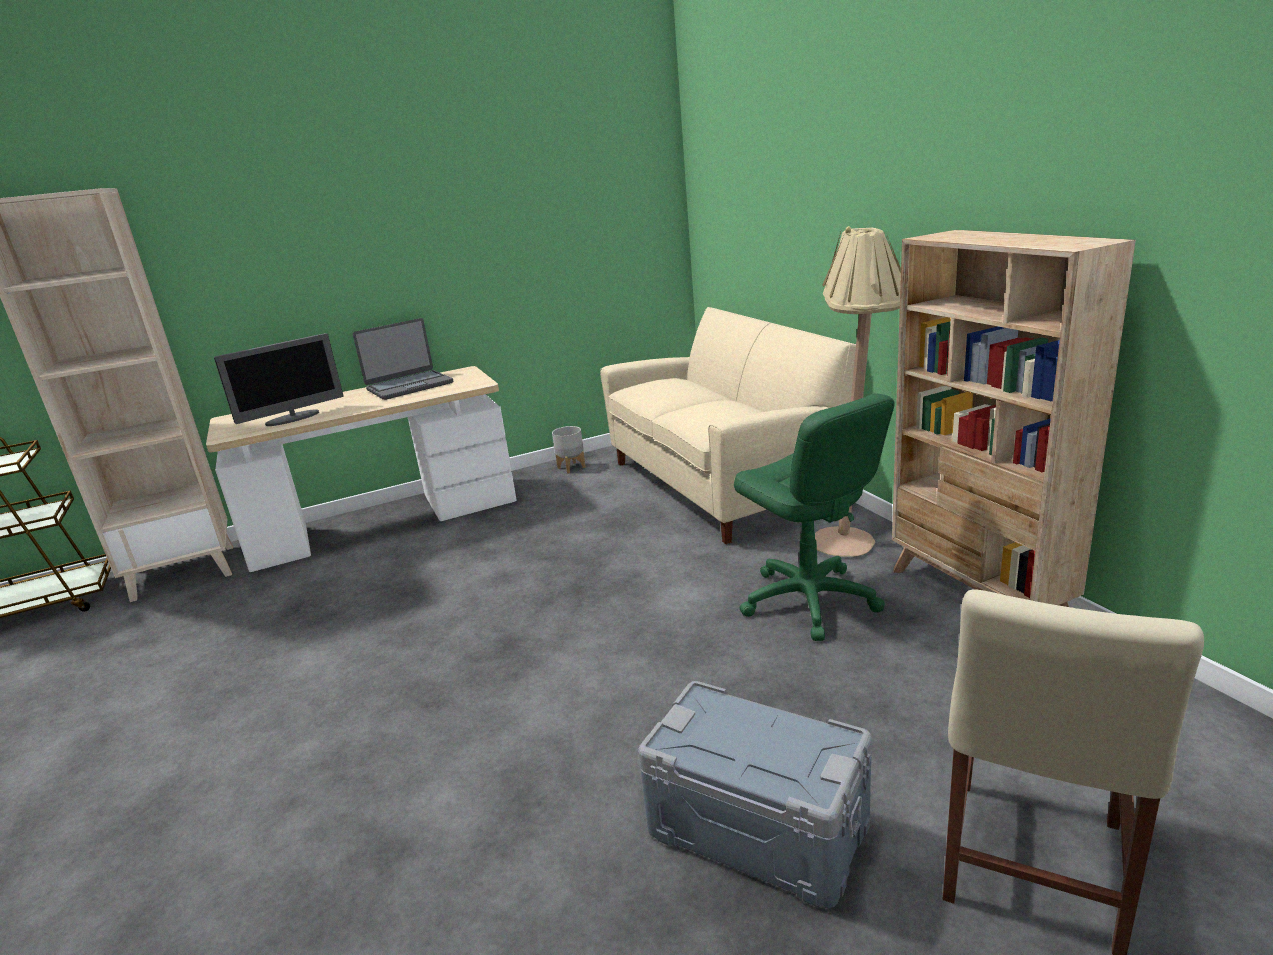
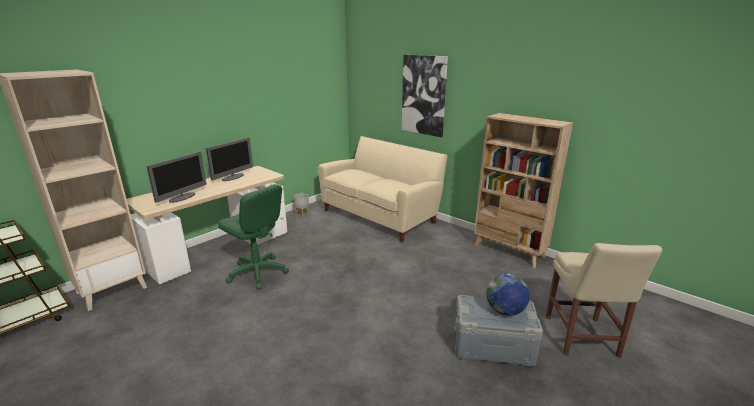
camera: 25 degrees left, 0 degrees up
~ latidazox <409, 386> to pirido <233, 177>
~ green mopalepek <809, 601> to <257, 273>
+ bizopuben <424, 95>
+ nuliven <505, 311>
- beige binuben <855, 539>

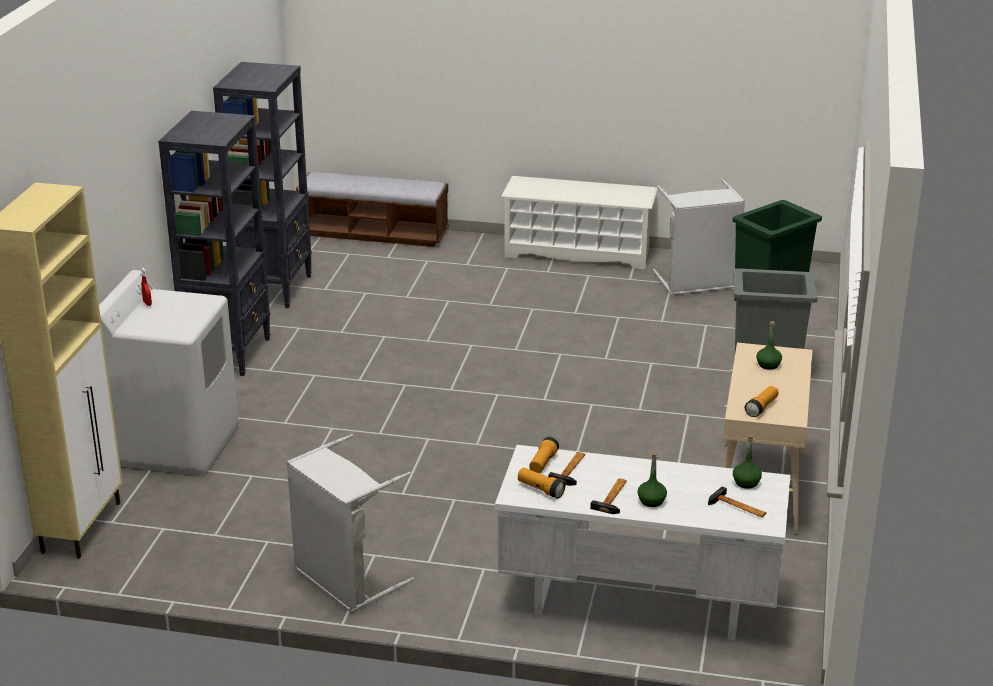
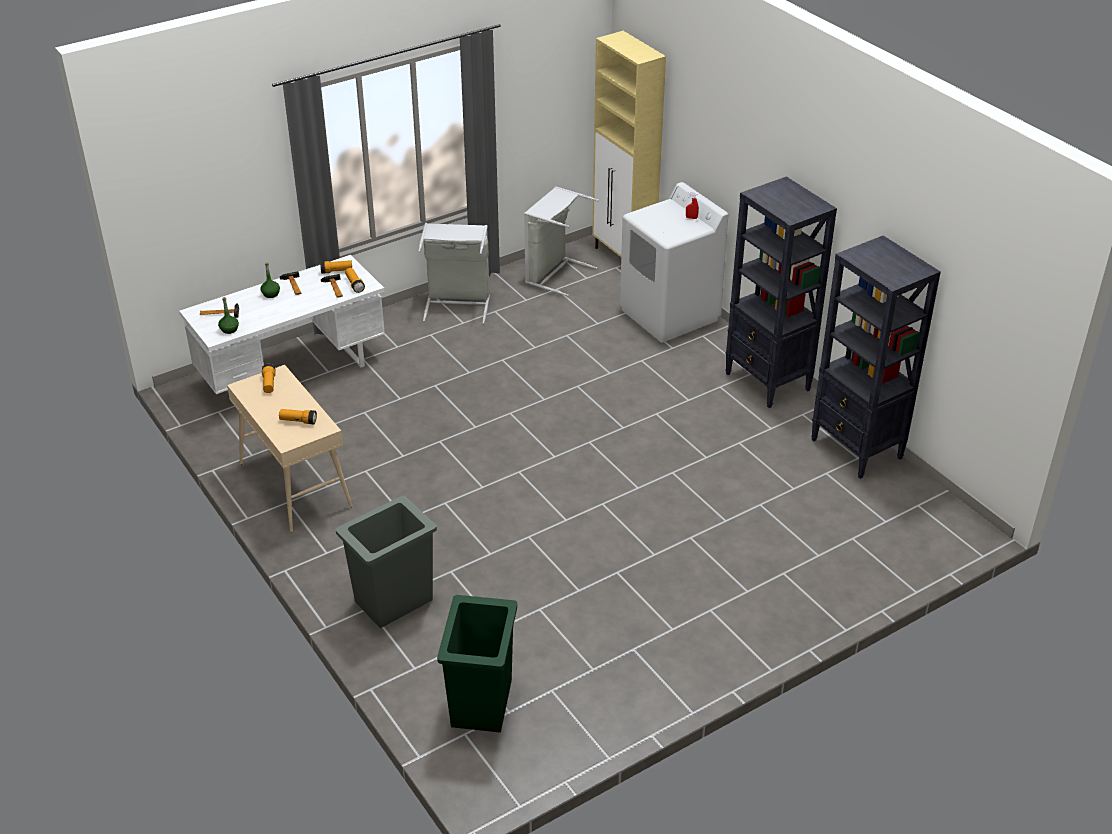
camera: 135 degrees right, 10 degrees up
~ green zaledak <768, 365> to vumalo <298, 421>
~ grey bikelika <697, 284> to <554, 274>
- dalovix <374, 234>
- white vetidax <578, 253>

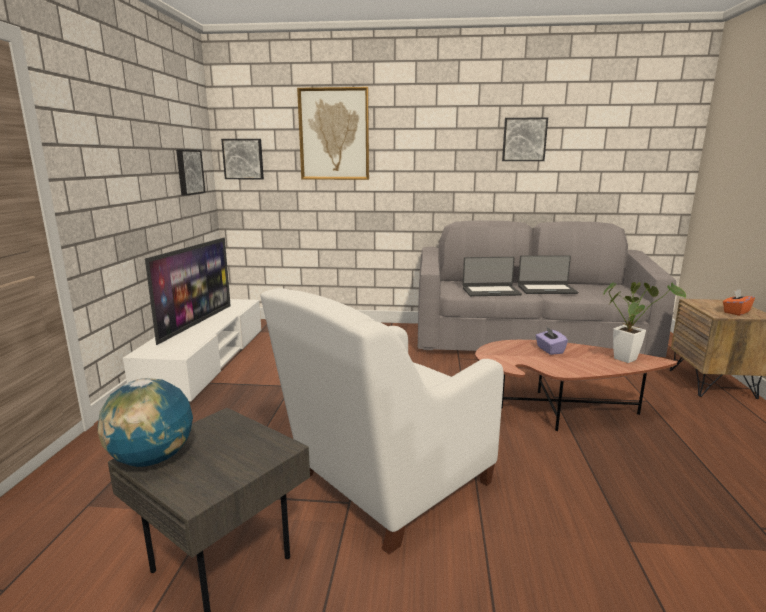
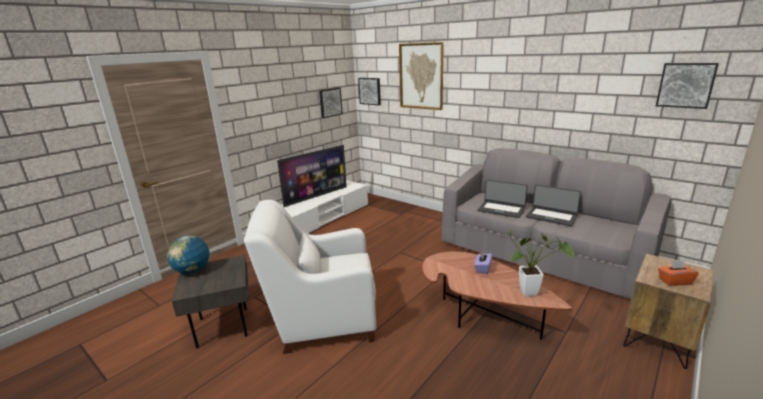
camera: 35 degrees right, 5 degrees up
~ bizopuben <524, 139> to <685, 85>

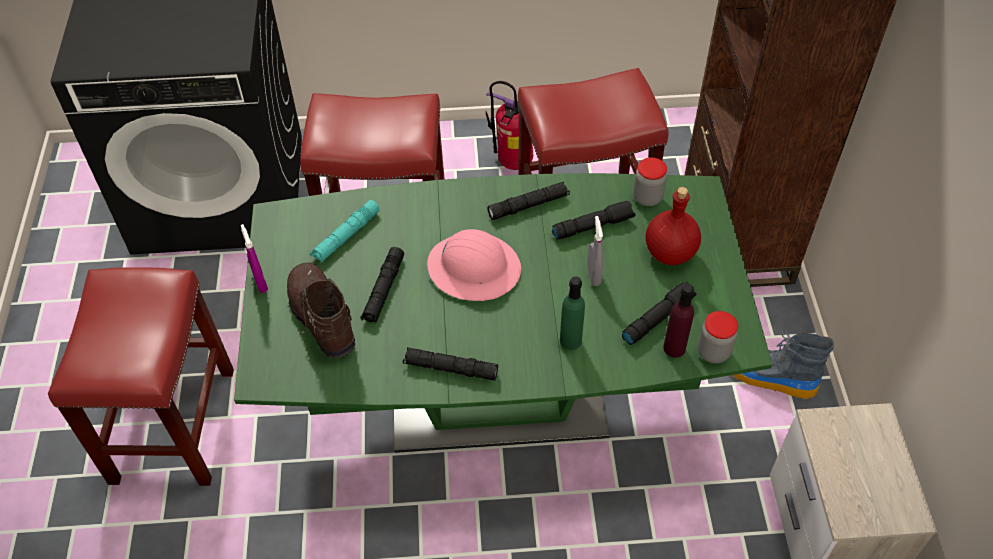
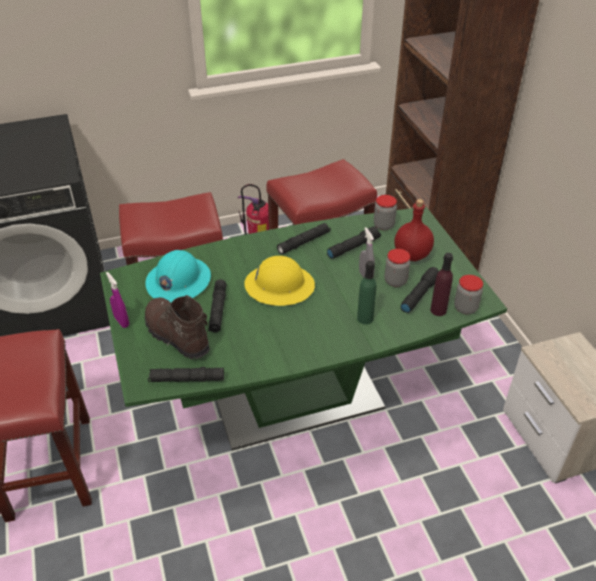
camera: 15 degrees left, 10 degrees down
~ turquoise vumalo <346, 236> to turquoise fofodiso <178, 281>
~ black vumalo <450, 368> to <187, 379>
~ pink fofodiso <474, 268> to yellow fofodiso <279, 286>
+ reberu <395, 281>
- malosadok <768, 377>

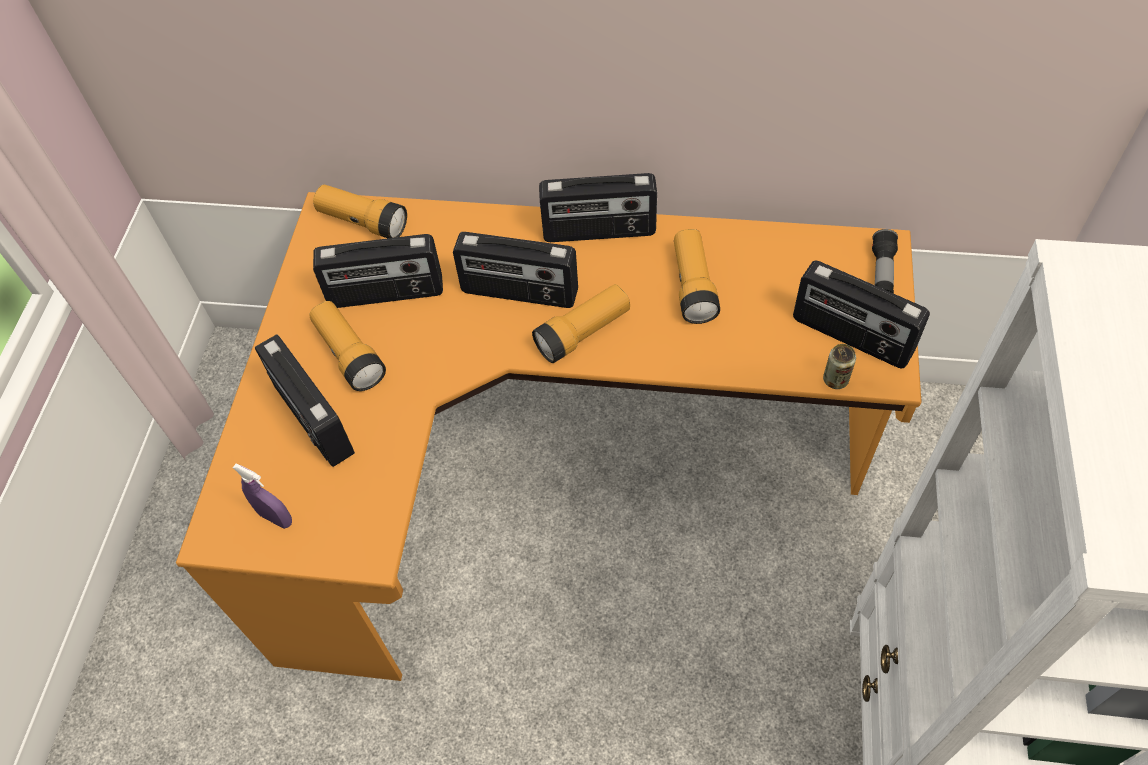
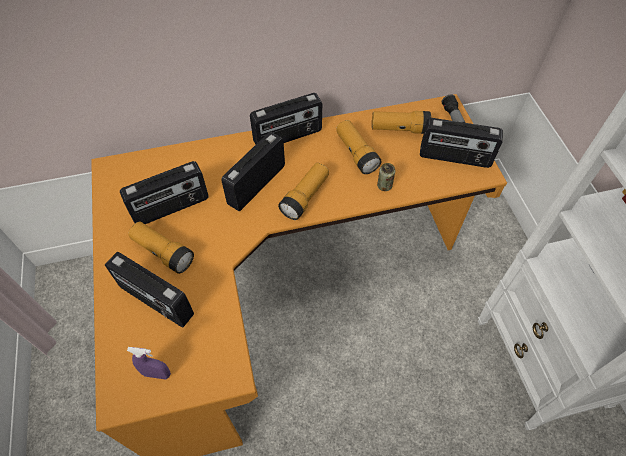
camera: 25 degrees left, 0 degrees up
~ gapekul <519, 293> = <256, 184> 135 degrees clockwise
~ vumalo <363, 222> to <399, 129>
~ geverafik <835, 380> to <384, 186>

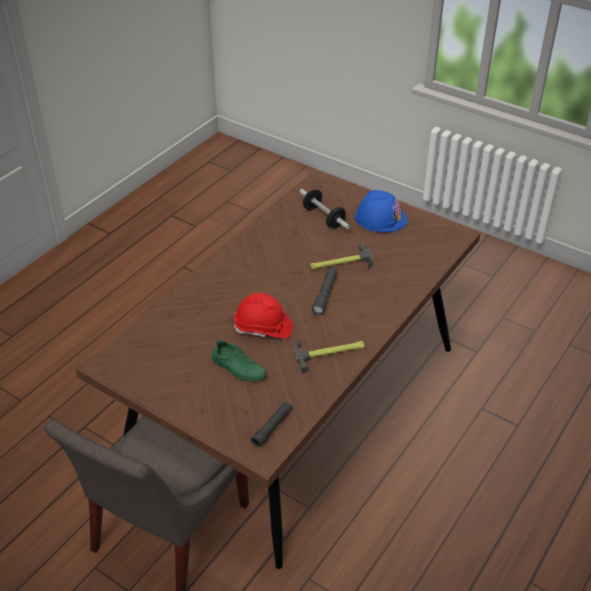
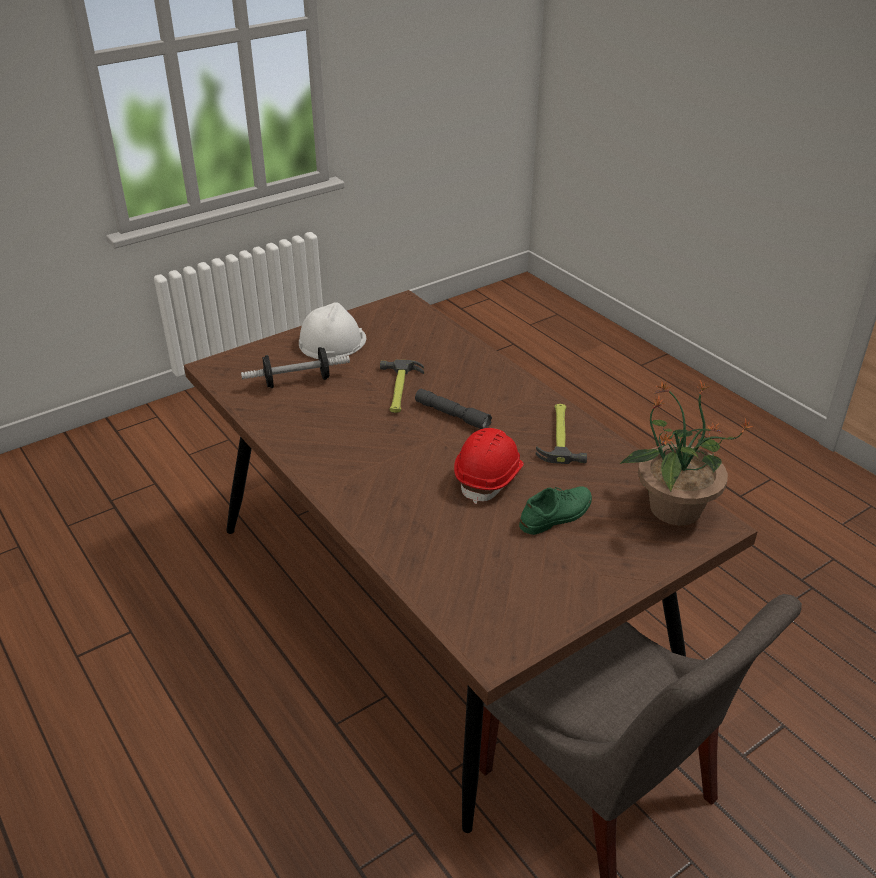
camera: 70 degrees left, 5 degrees down
~ blue fofodiso <380, 218> to white fofodiso <332, 341>
~ black vumalo <272, 427> to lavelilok <673, 508>

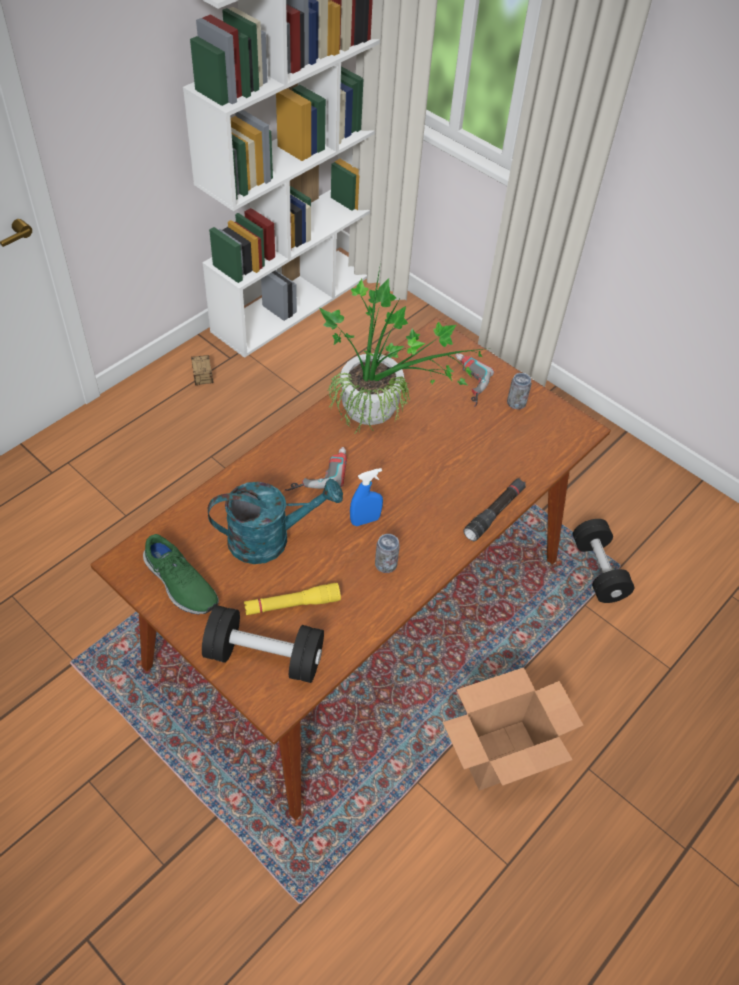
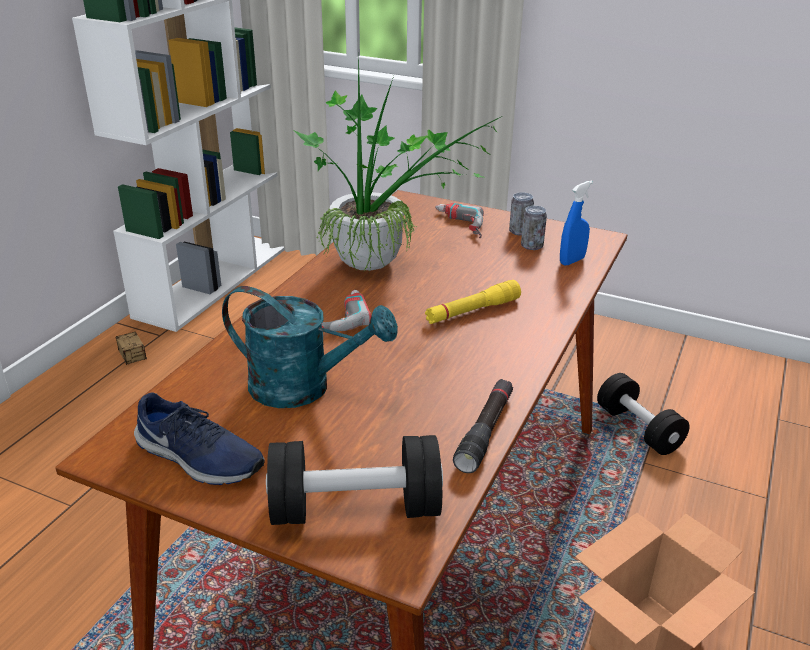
camera: 15 degrees left, 20 degrees down
~ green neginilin <180, 584> to blue neginilin <198, 458>
~ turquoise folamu <270, 538> = <304, 388> 45 degrees clockwise
~ yellow vumalo <292, 604> to <472, 311>
~ black vumalo <494, 513> to <485, 432>
~ geverafik <385, 564> to <532, 245>
~ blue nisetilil <365, 520> to <572, 261>

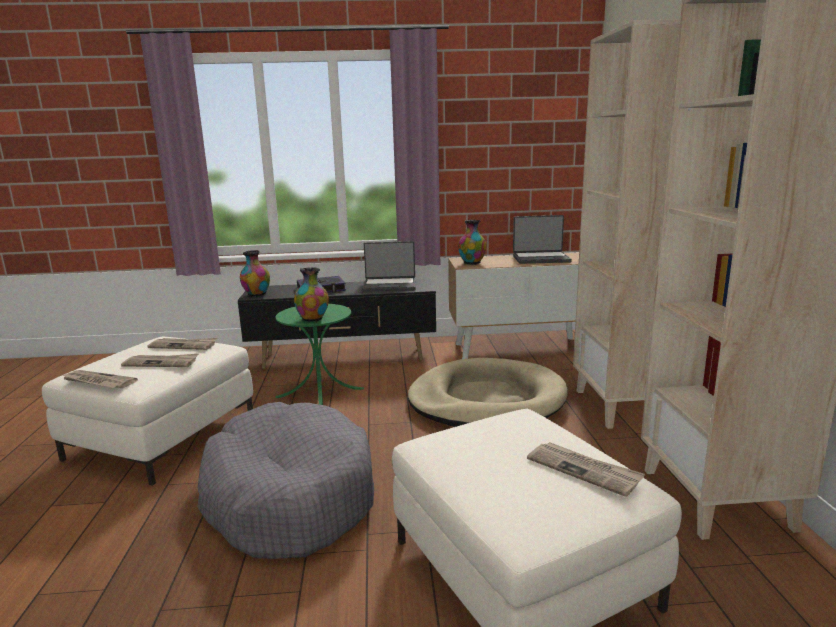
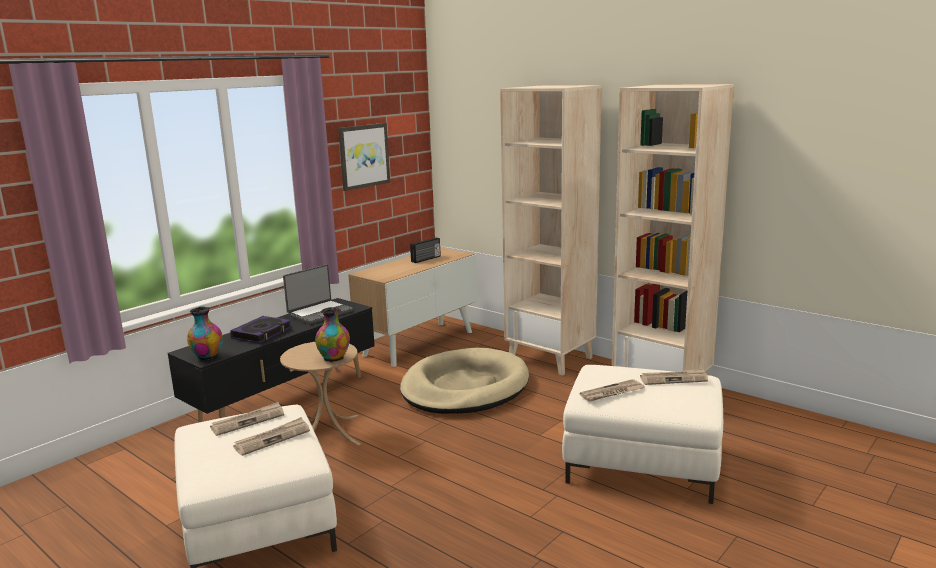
camera: 45 degrees left, 0 degrees up
~ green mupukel <320, 392> to beige mupukel <326, 433>
+ bizopuben <363, 156>
~ latidazox <541, 259> to gapekul <426, 259>
~ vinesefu <98, 382> to <612, 393>
- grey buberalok <289, 496>
- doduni <472, 263>

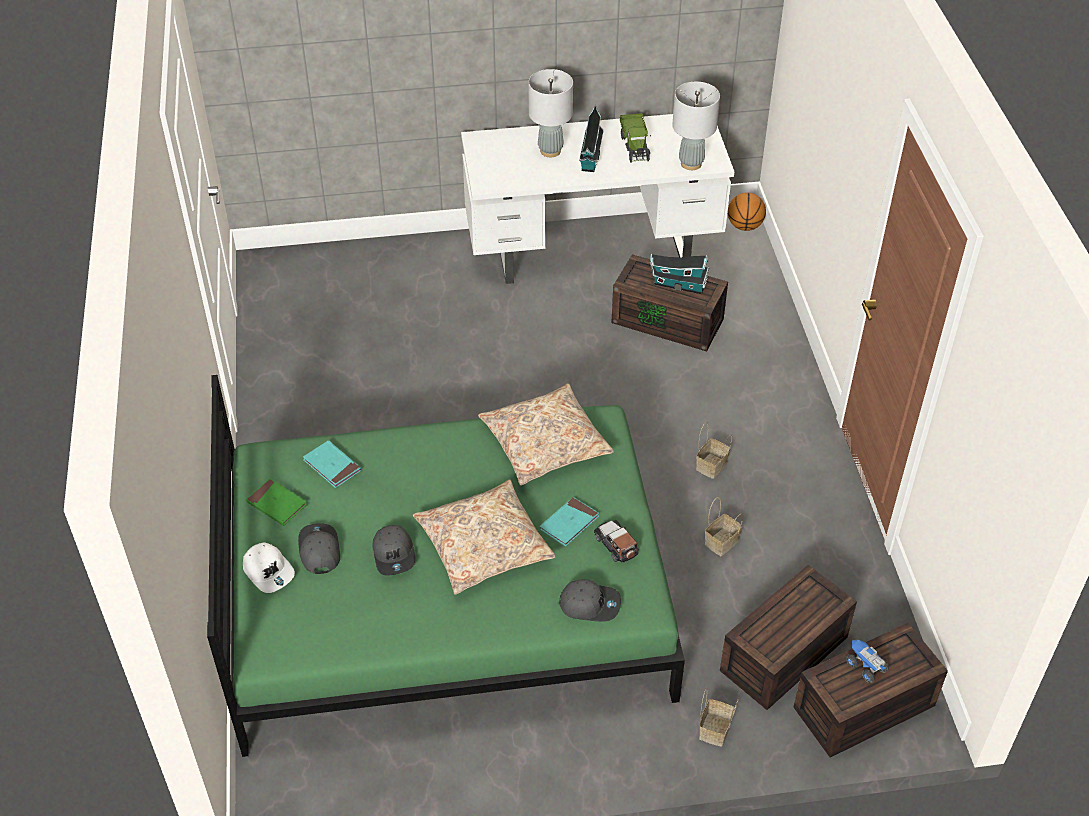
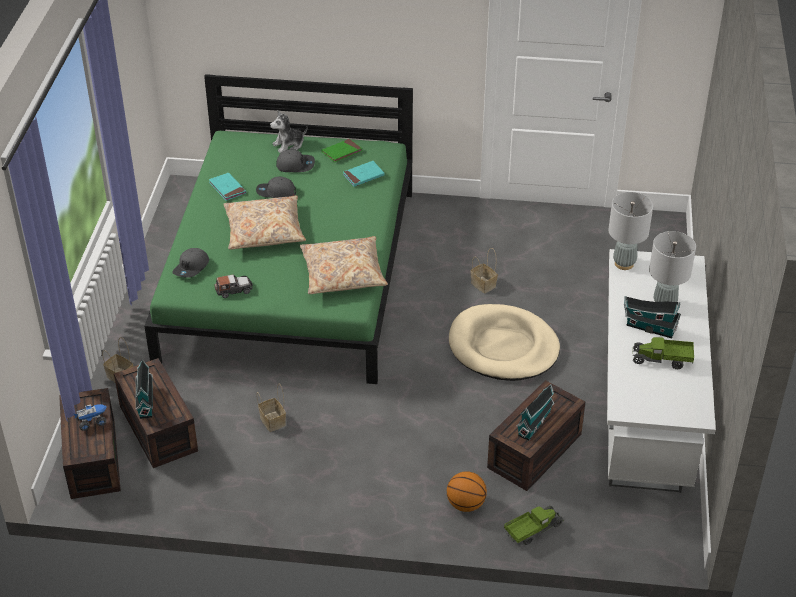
camera: 105 degrees right, 5 degrees down
+ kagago <145, 400>
~ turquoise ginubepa <569, 523> to <227, 188>
~ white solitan <269, 571> to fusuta <289, 145>
~ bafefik <744, 226> to <465, 504>
+ beige buberalok <503, 347>
~ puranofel <711, 467> to <482, 284>
+ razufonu <533, 530>
~ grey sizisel <691, 164> to <624, 264>

